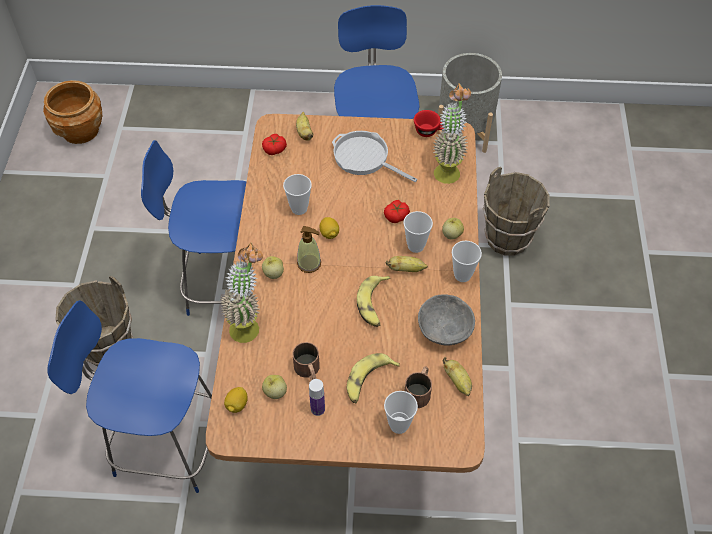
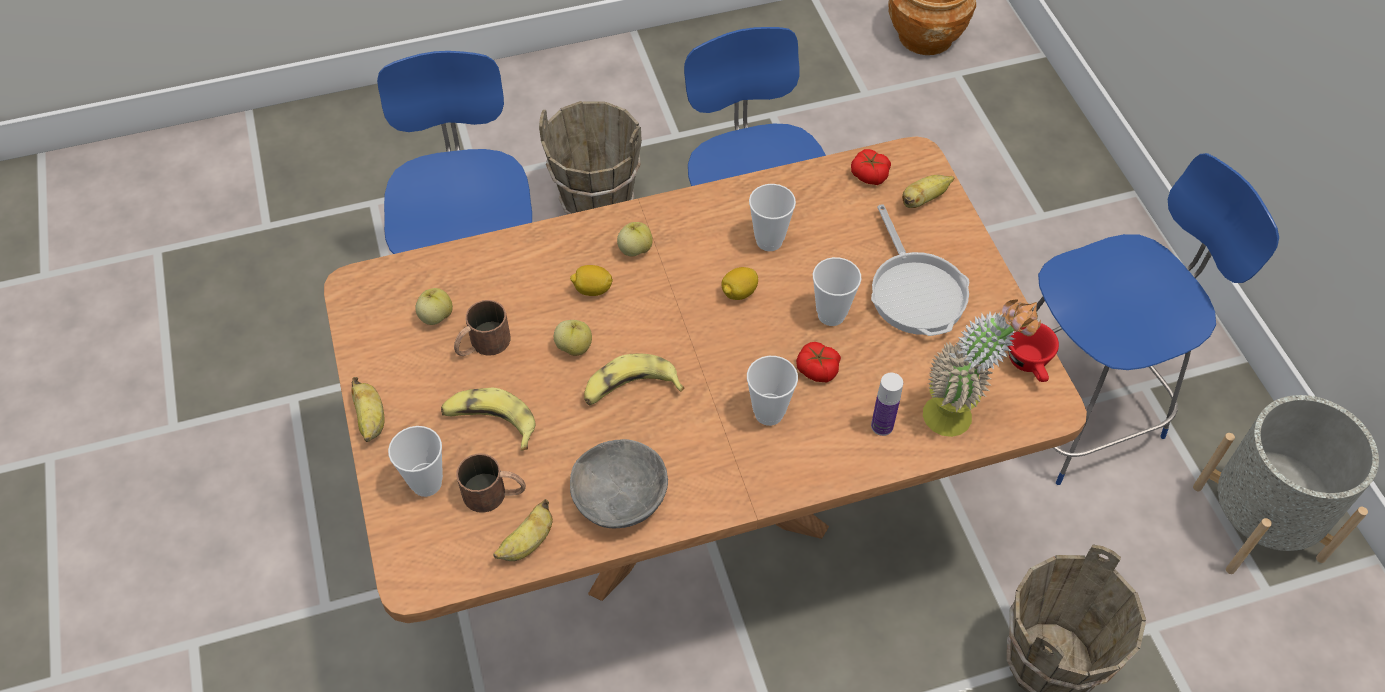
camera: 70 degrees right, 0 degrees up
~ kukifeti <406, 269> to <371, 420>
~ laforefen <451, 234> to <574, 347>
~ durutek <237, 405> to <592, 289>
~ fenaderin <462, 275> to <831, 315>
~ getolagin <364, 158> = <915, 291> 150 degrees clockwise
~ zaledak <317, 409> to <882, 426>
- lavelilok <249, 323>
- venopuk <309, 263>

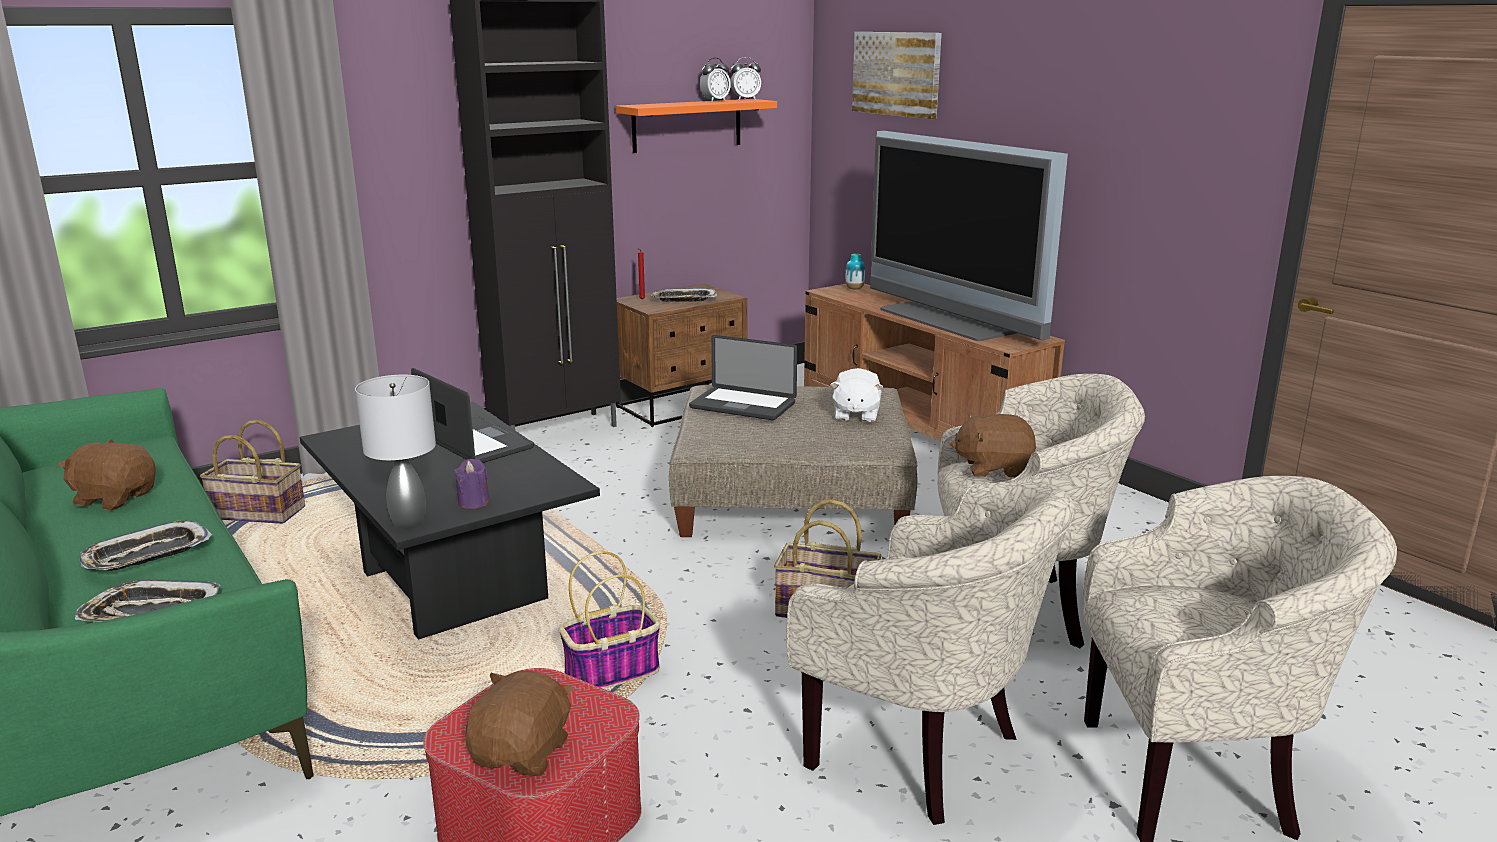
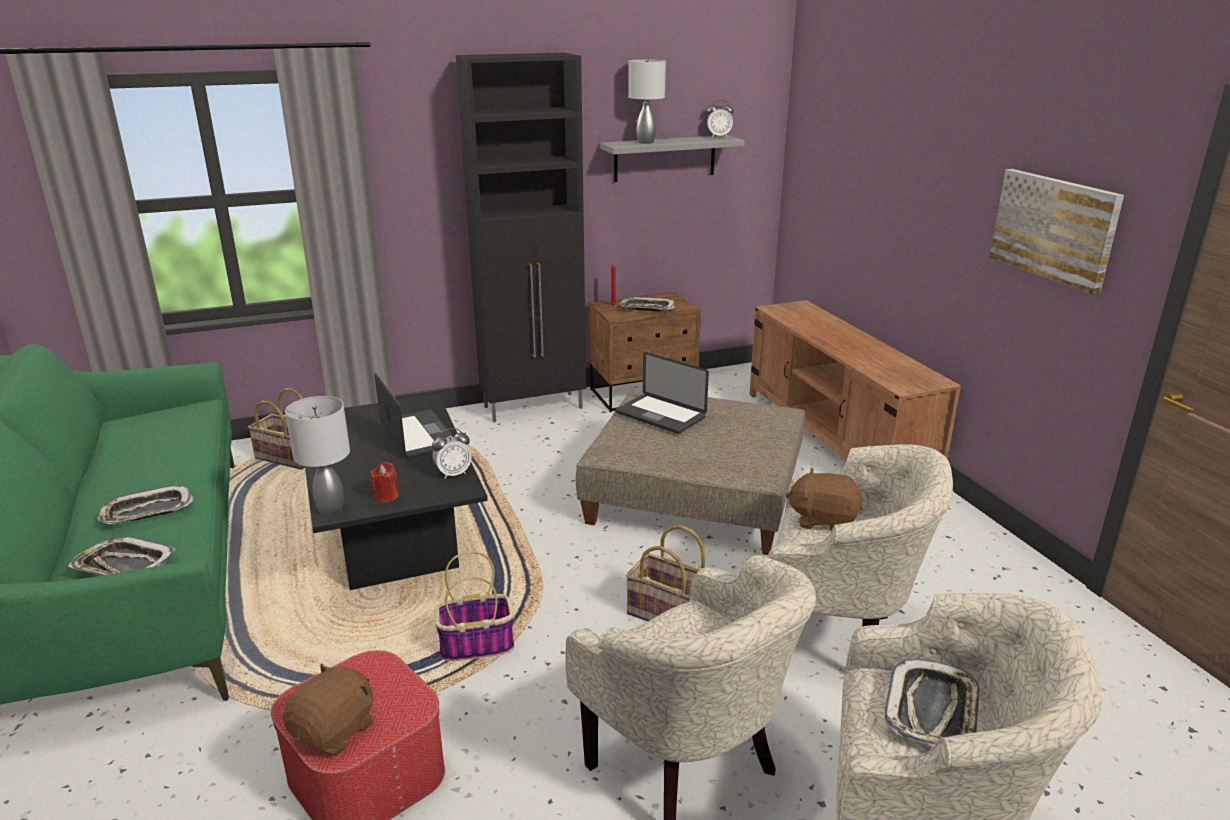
camera: 15 degrees right, 5 degrees up
~ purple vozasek <473, 502> to red vozasek <386, 496>
~ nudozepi <715, 101> to <453, 474>
~ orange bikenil <687, 125> to grey bikenil <664, 158>
+ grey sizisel <646, 142>
+ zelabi <932, 710>
~ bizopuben <897, 74> to <1054, 228>
- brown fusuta <115, 498>
- white fusuta <855, 415>
- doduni <854, 289>
- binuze <949, 320>

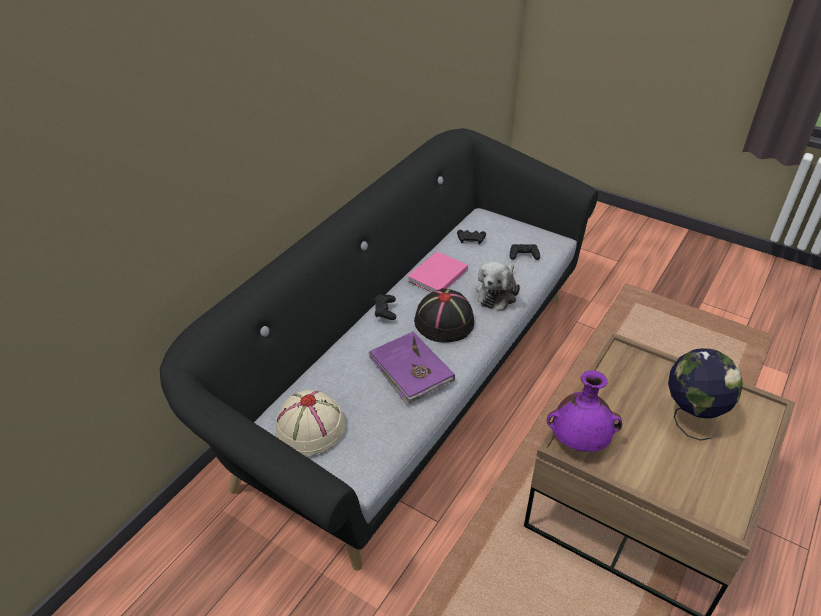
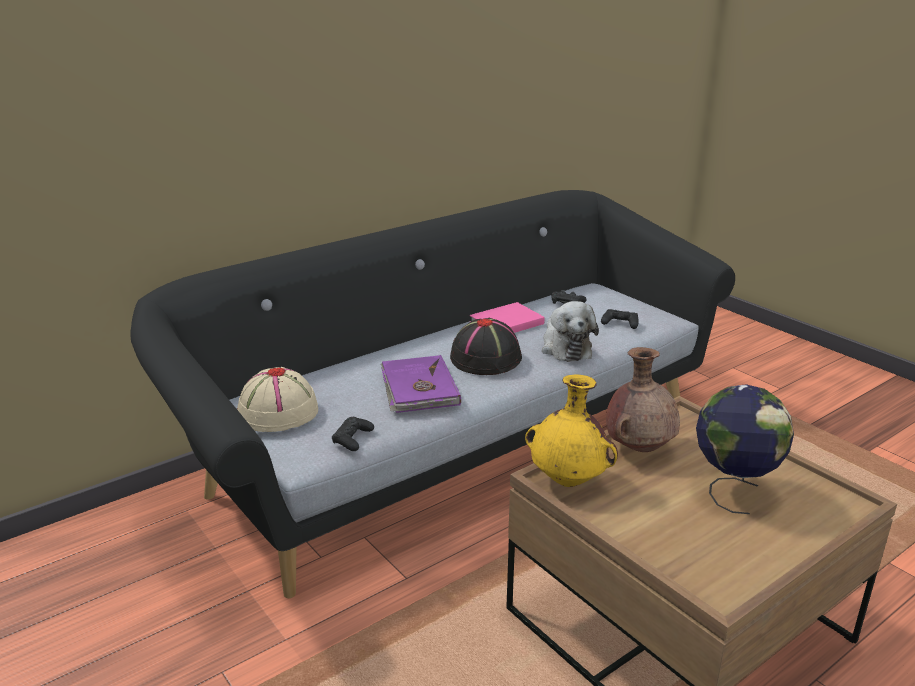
camera: 20 degrees right, 15 degrees down
~ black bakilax <385, 310> to <352, 439>
~ purple doduni <579, 442> to yellow doduni <569, 481>
~ fusuta <497, 293> = <565, 347> 60 degrees counterclockwise
+ brown doduni <639, 448>

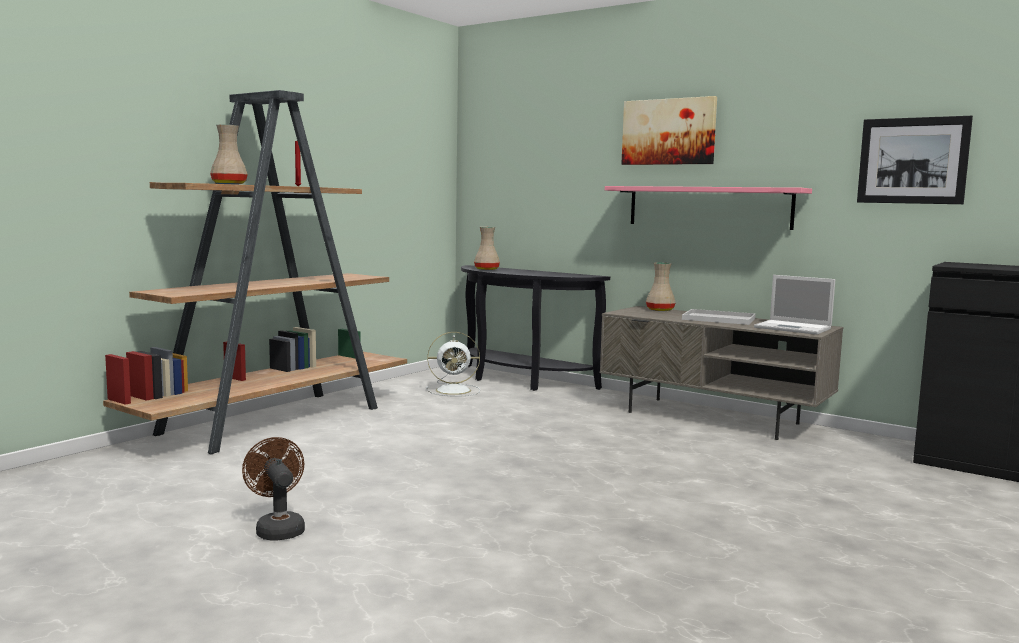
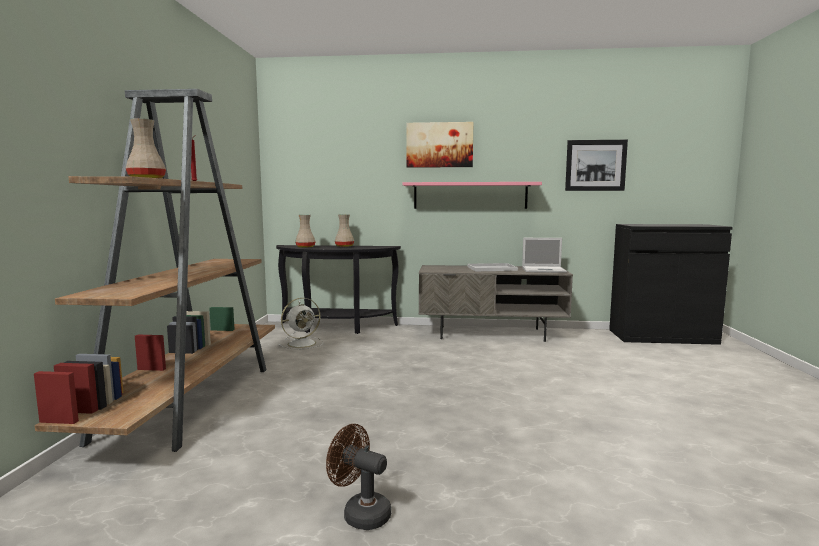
camera: 30 degrees left, 0 degrees up
~ beige doduni <660, 310> to <345, 246>

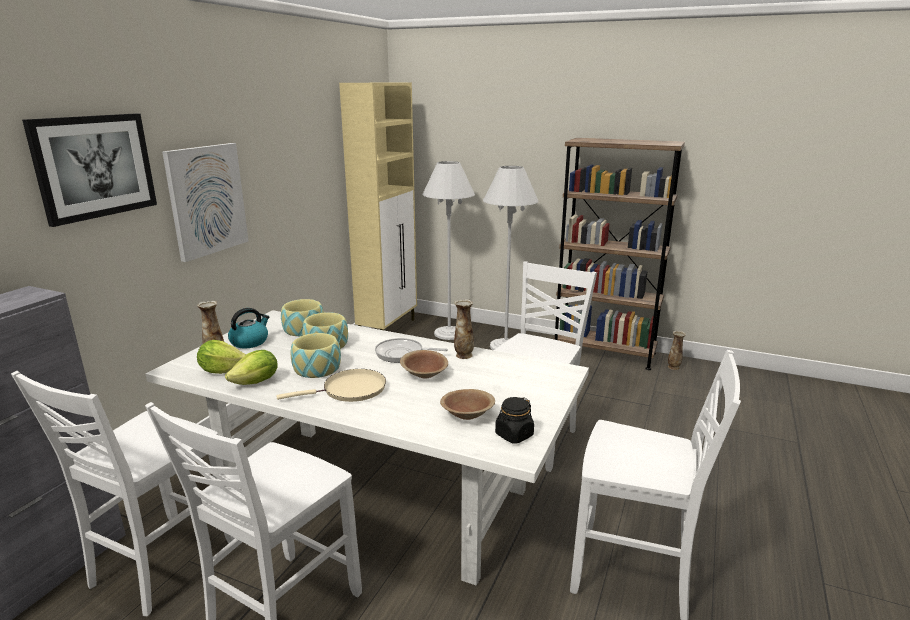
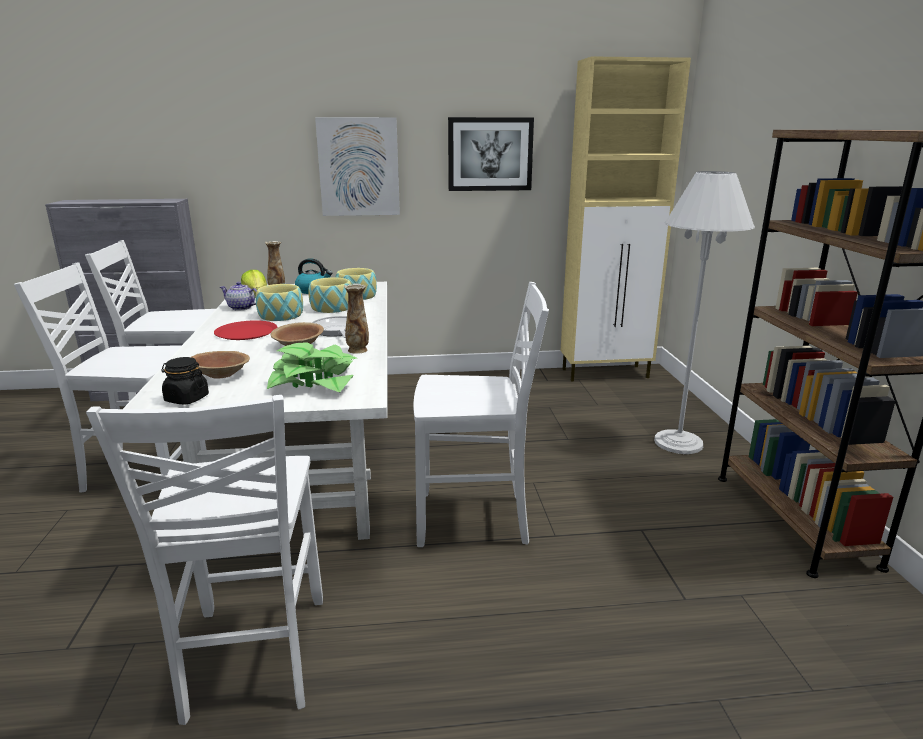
camera: 60 degrees right, 0 degrees up
~ beige getolagin <350, 390> to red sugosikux <246, 332>
~ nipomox <256, 382> to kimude <241, 308>
+ lavelilok <314, 381>
~ bizopuben <94, 166> to <490, 154>
- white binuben <449, 333>
- doduni <673, 367>

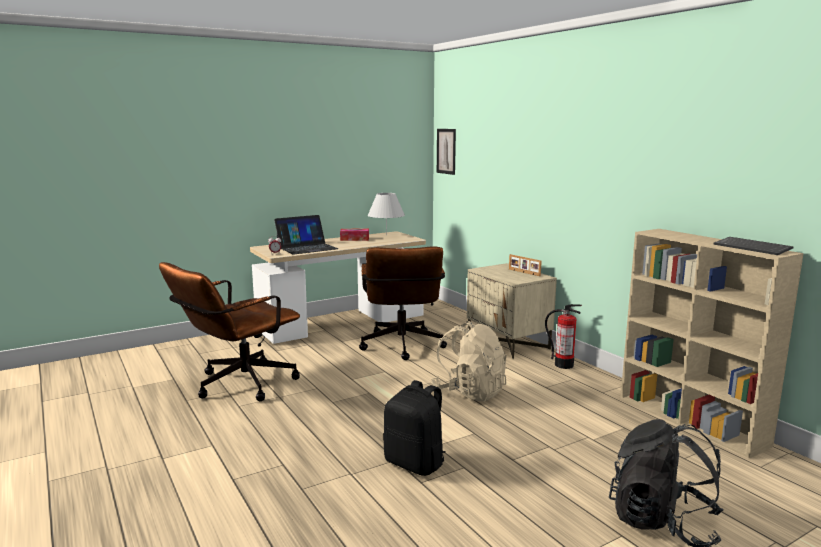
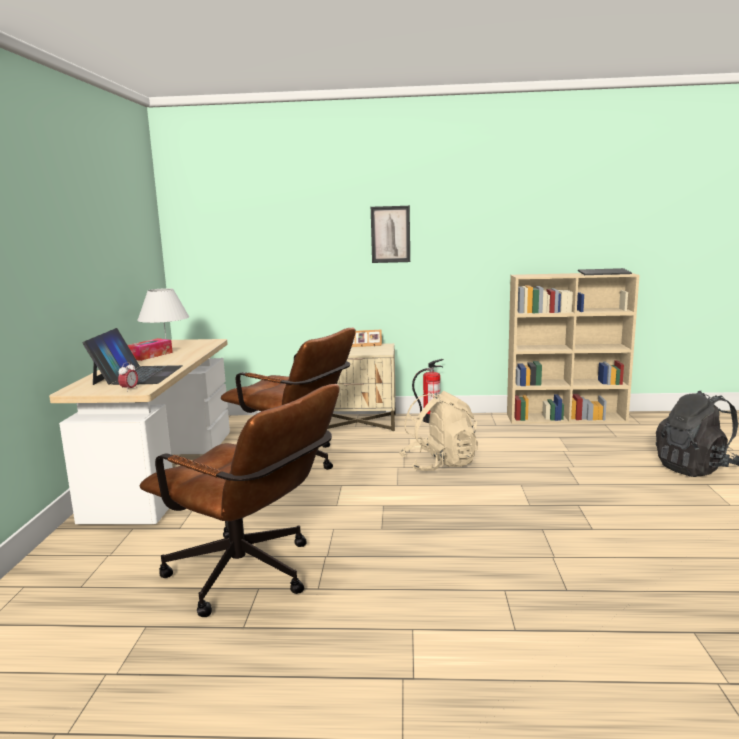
camera: 55 degrees left, 0 degrees up
~ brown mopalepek <237, 385> = <251, 577> 45 degrees counterclockwise
~ bizopuben <446, 151> to <390, 234>
- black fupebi <415, 463>

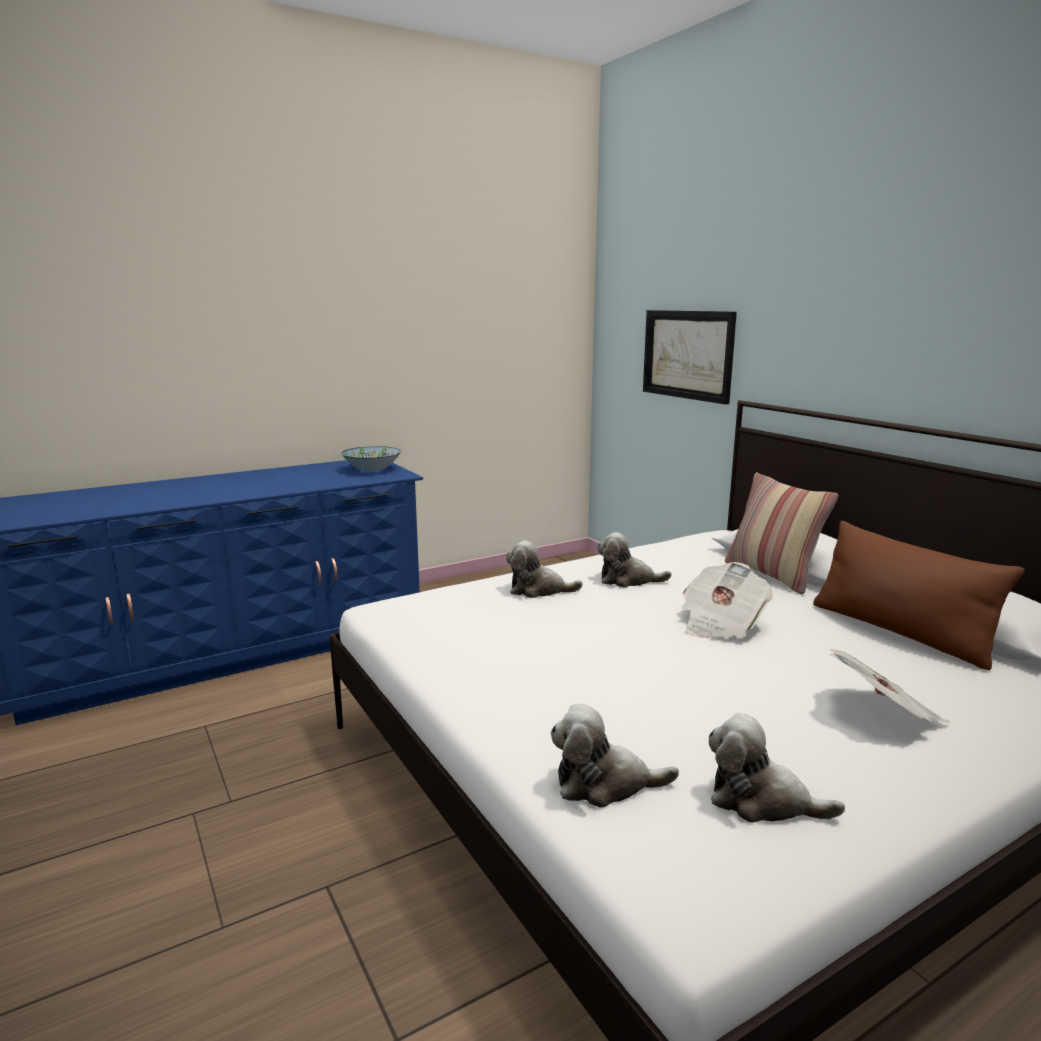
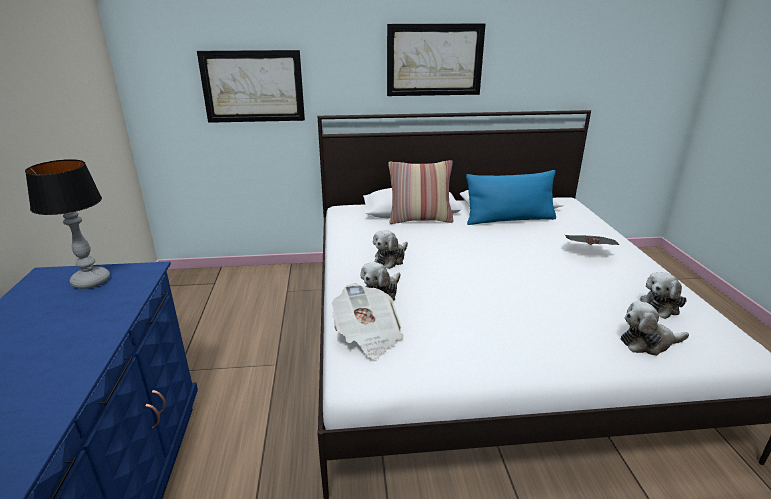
camera: 65 degrees left, 10 degrees up
~ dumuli <372, 469> to sizisel <92, 281>
~ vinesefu <720, 623> to <368, 336>
+ bizopuben <434, 60>
~ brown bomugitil <899, 632> to blue bomugitil <509, 219>
~ fusuta <604, 784> = <648, 342> 60 degrees clockwise

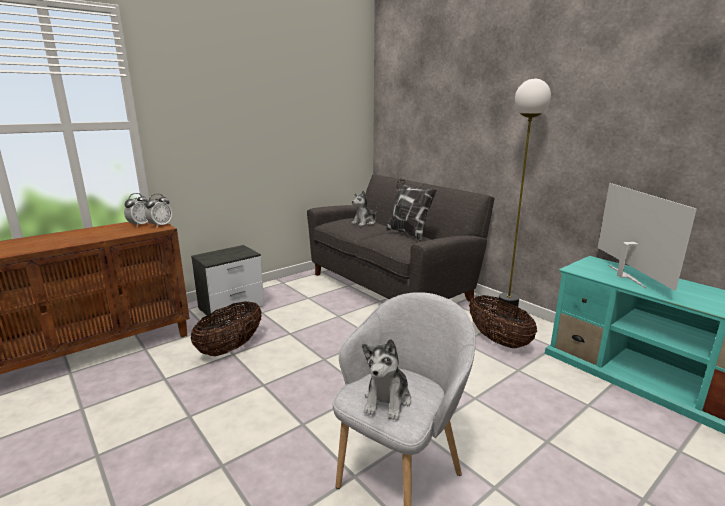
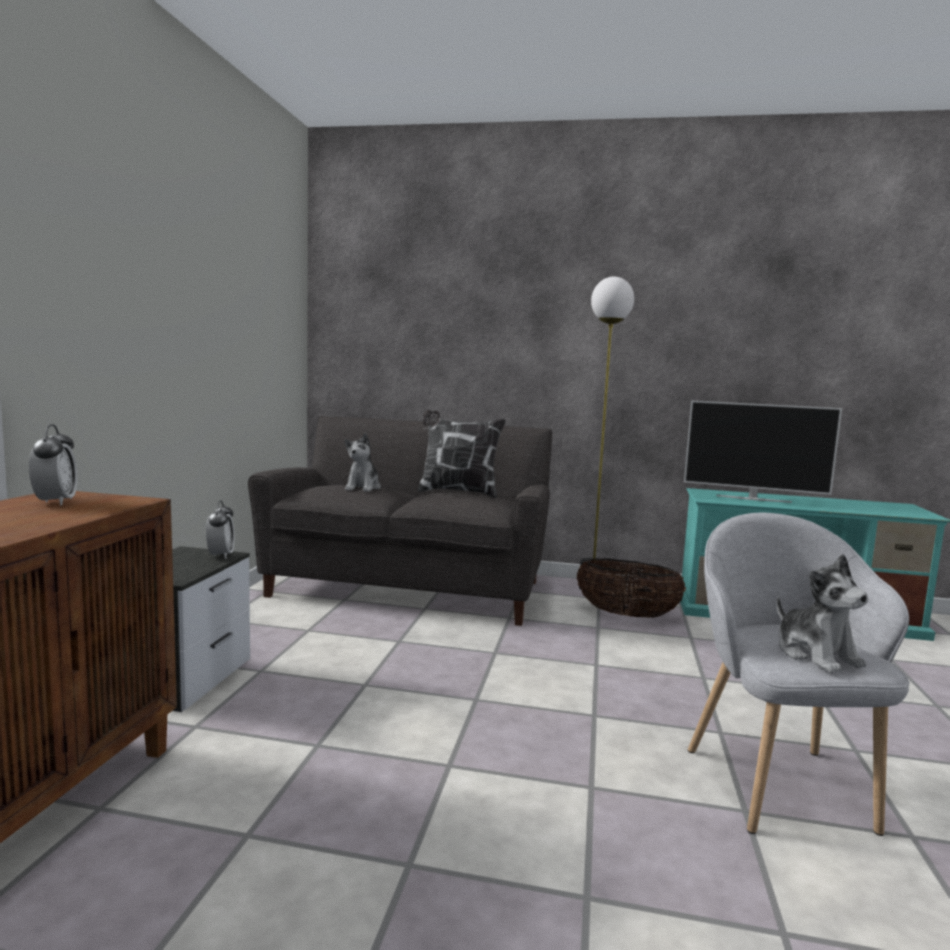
camera: 40 degrees left, 10 degrees down
~ nudozepi <160, 225> to <221, 555>
~ binuze <624, 276> = <753, 499> 150 degrees clockwise
- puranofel <230, 348>

